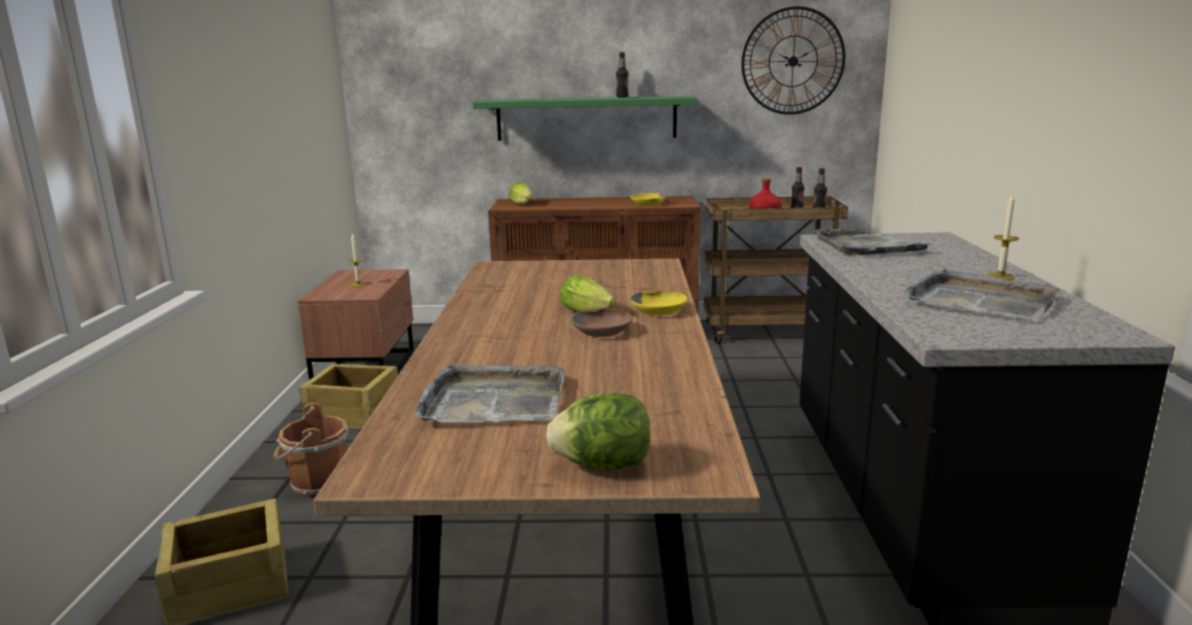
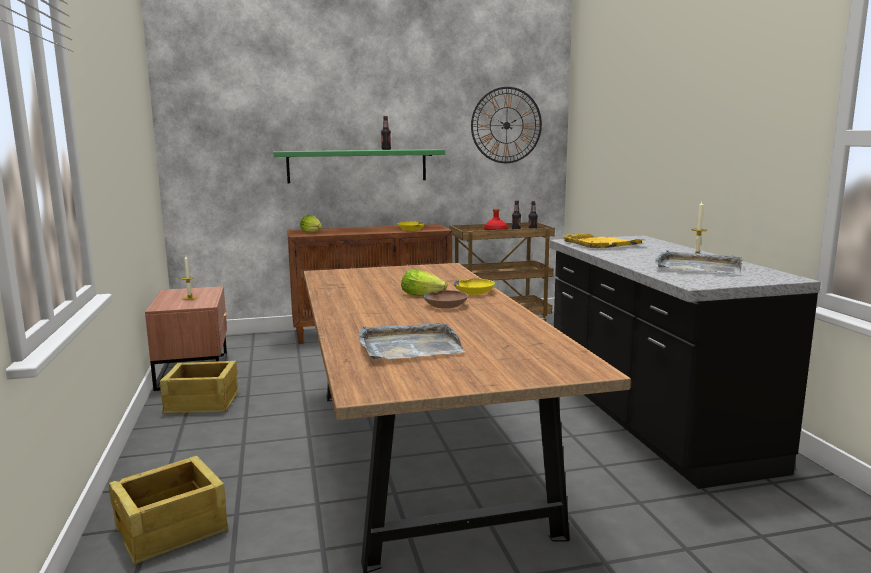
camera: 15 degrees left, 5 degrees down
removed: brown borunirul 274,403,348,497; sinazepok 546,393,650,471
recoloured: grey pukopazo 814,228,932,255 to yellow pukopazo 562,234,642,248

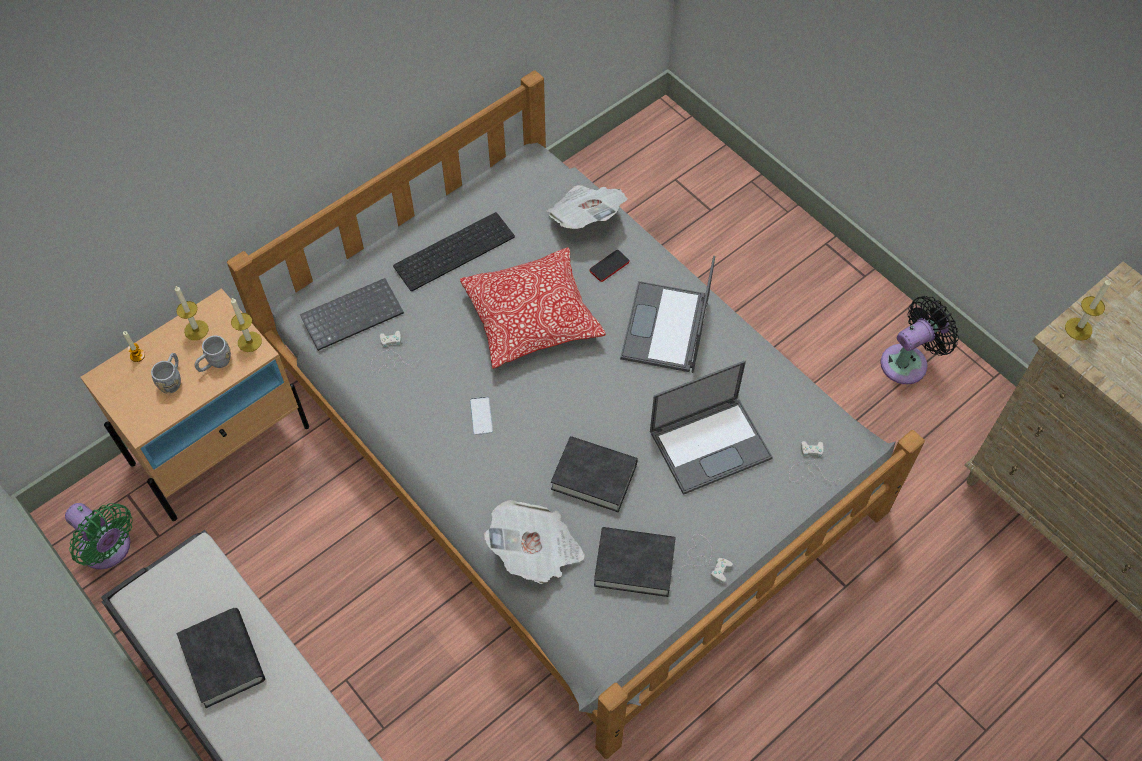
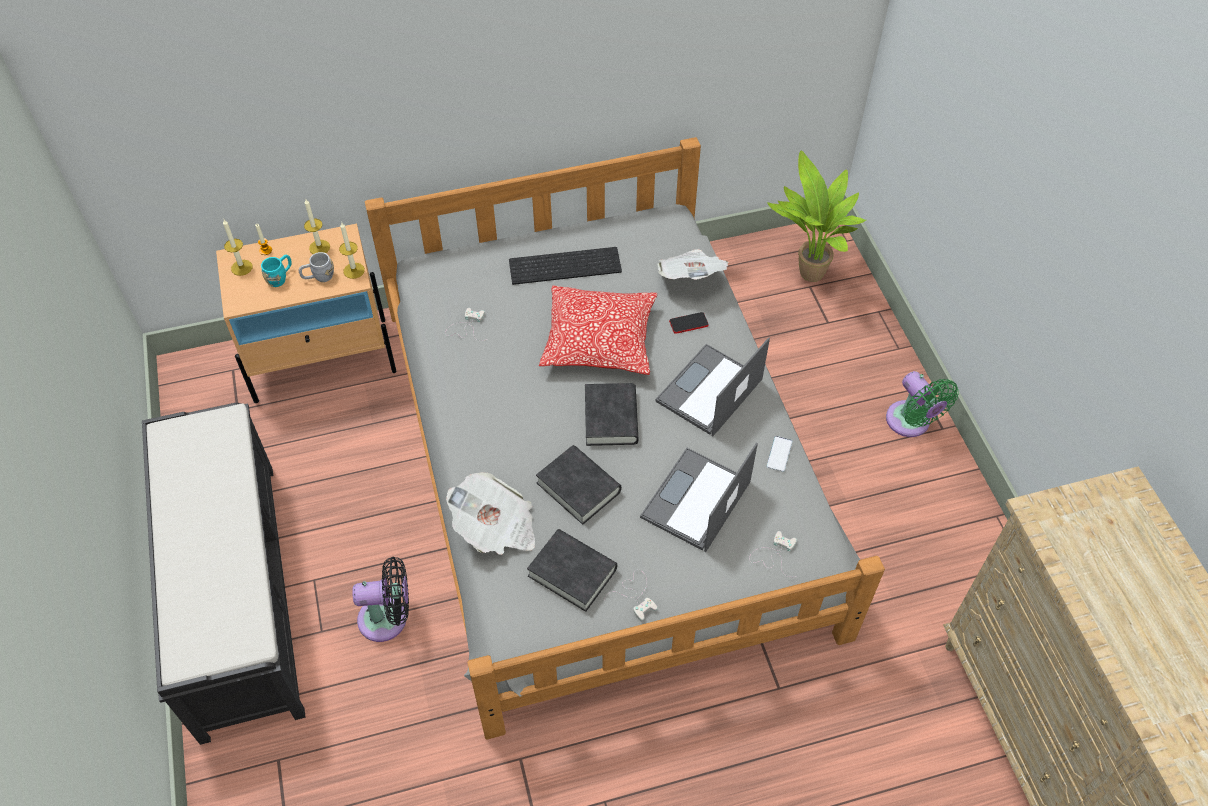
camera: 25 degrees right, 5 degrees down
removed: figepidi 300,278,404,351
added: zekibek 767,151,866,282
moved: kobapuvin 1065,278,1111,341 to 223,220,252,276; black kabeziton 880,296,959,384 to 352,557,409,642; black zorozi 177,608,265,708 to 585,383,638,446; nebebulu 470,397,493,435 to 767,436,792,472; green kabeziton 65,503,133,569 to 886,371,959,437
recoloured: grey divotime 151,353,181,394 to turquoise divotime 261,255,292,287
turned: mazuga 650,361,773,495 = 640,443,758,552 120 degrees clockwise

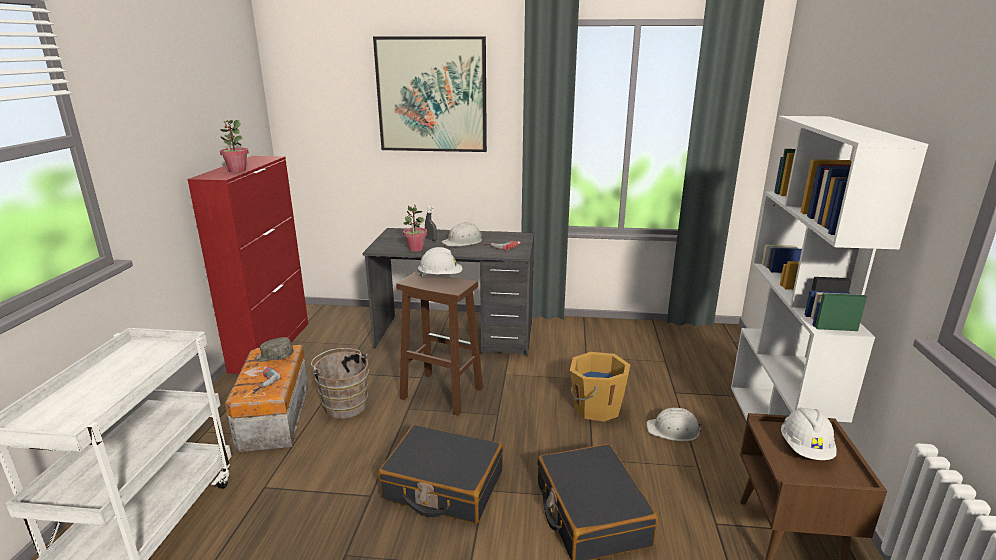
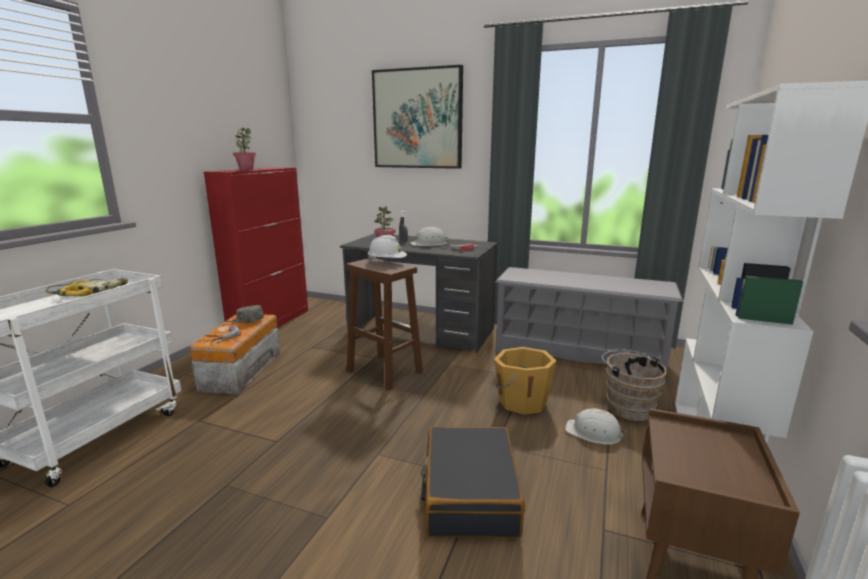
camera: 15 degrees right, 5 degrees down
removed: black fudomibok 378,424,503,524; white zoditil 781,407,837,460
added: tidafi 46,278,128,296; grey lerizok 495,267,684,378
moved: brown borunirul 311,348,369,419 to 602,349,667,421

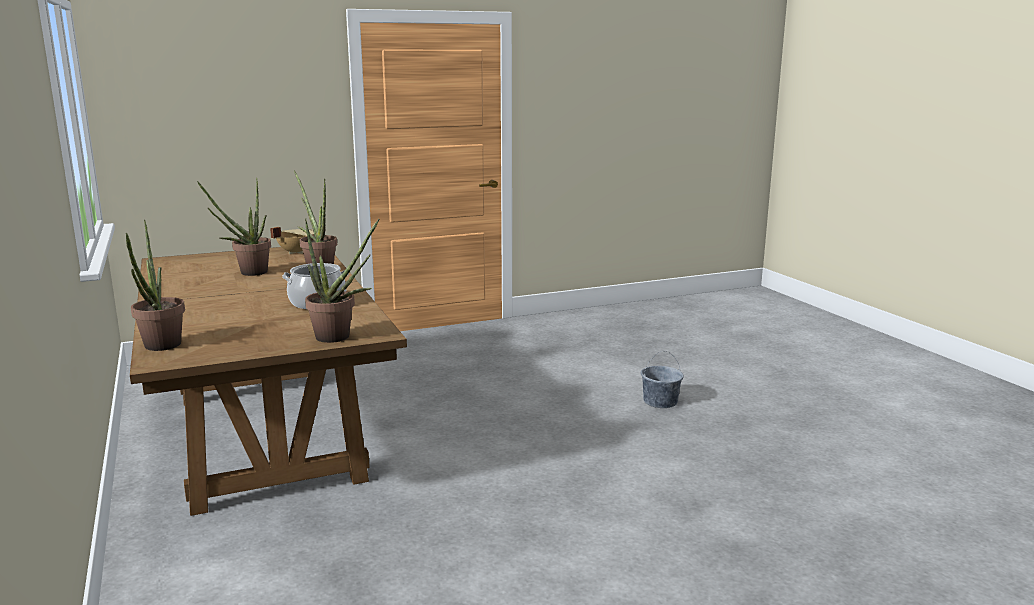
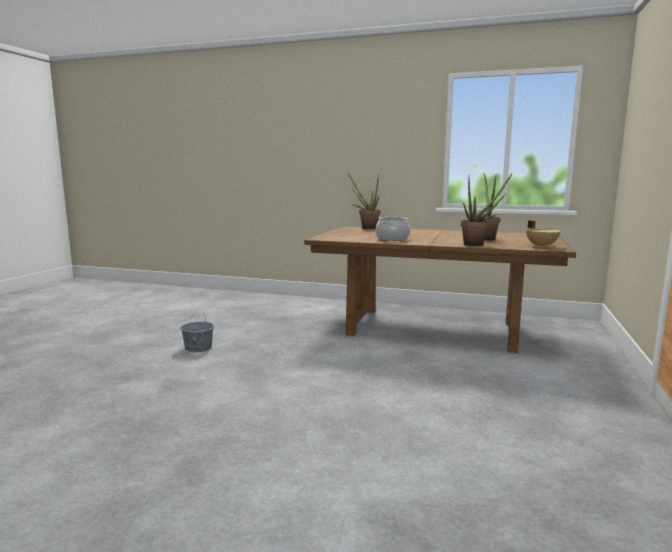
camera: 130 degrees right, 5 degrees down
removed: zekibek 305,218,379,343
moved: grey borunirul 641,351,684,408 to 180,309,214,353

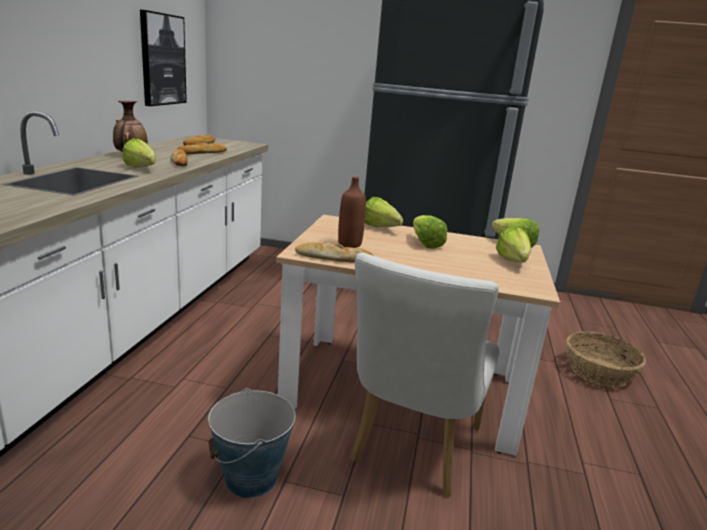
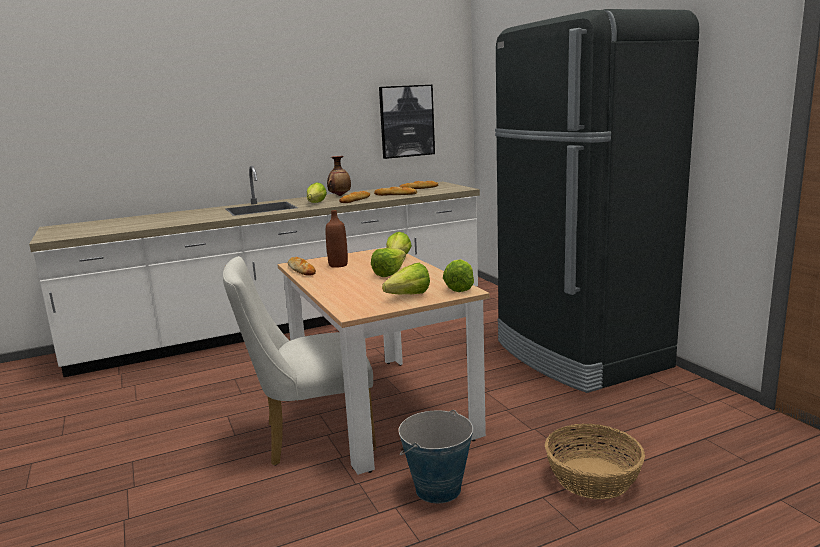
camera: 55 degrees right, 5 degrees down
moved: borunirul 208,388,295,498 to 399,410,473,503

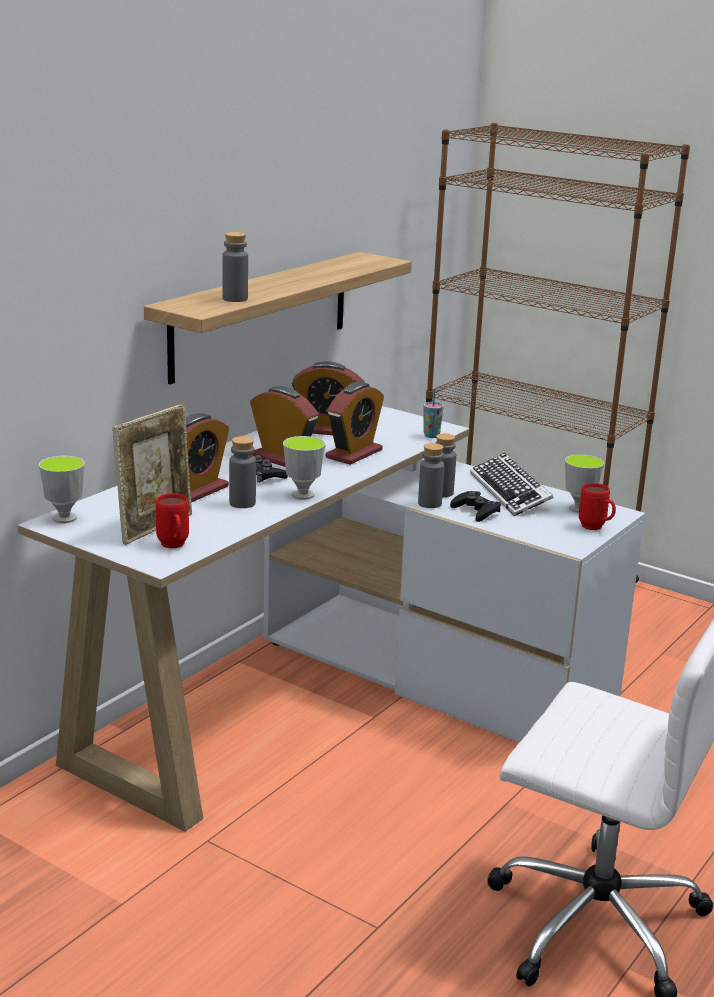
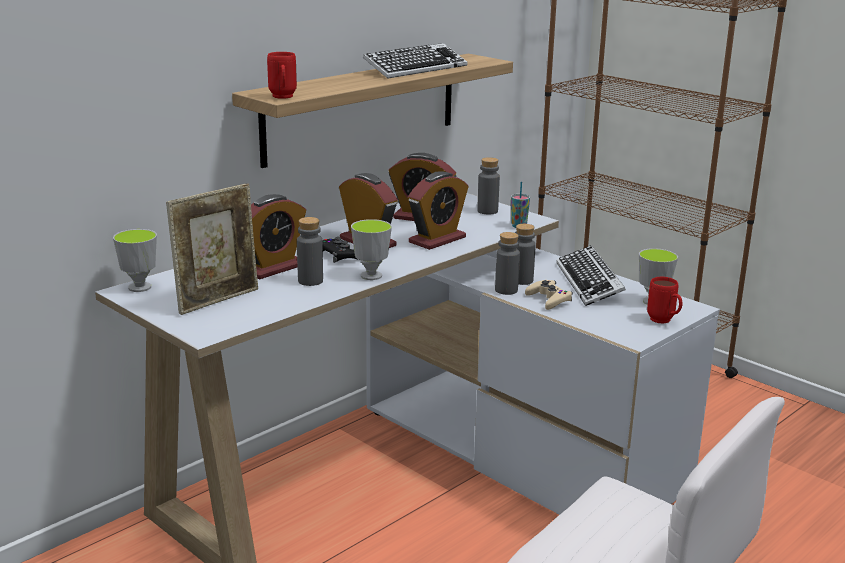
camera: 10 degrees right, 0 degrees up
added: figepidi 363,43,467,78
moved: red divotime 156,493,189,548 to 267,52,297,98; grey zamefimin 222,232,248,302 to 477,157,500,215
recoloured: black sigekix 450,491,501,522 to beige sigekix 525,280,573,310

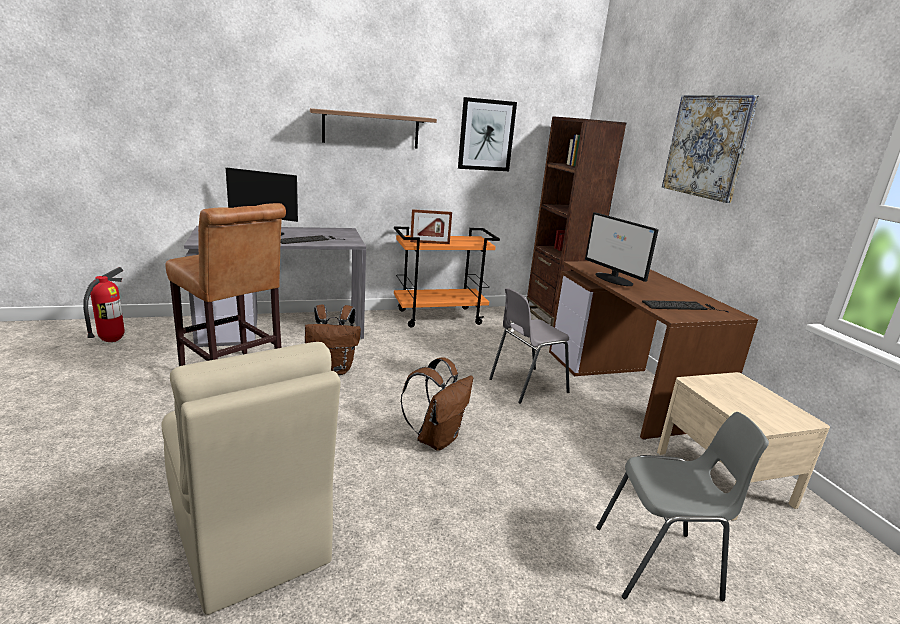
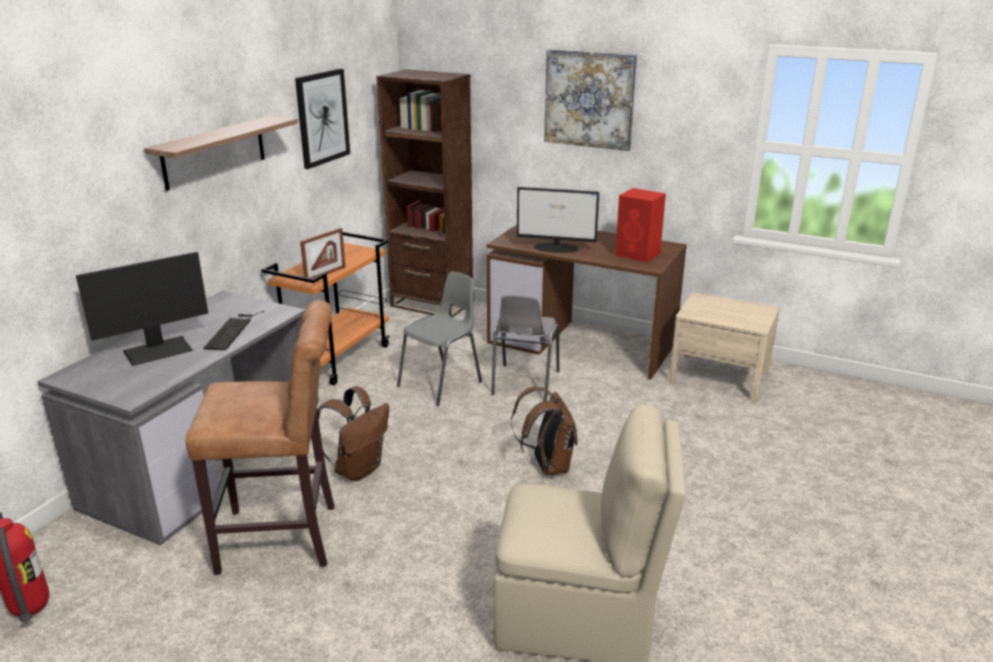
camera: 45 degrees left, 5 degrees up
moved: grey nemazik 596,412,769,601 to 397,271,482,406
replaced: figepidi 642,300,729,312 to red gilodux 615,188,666,262

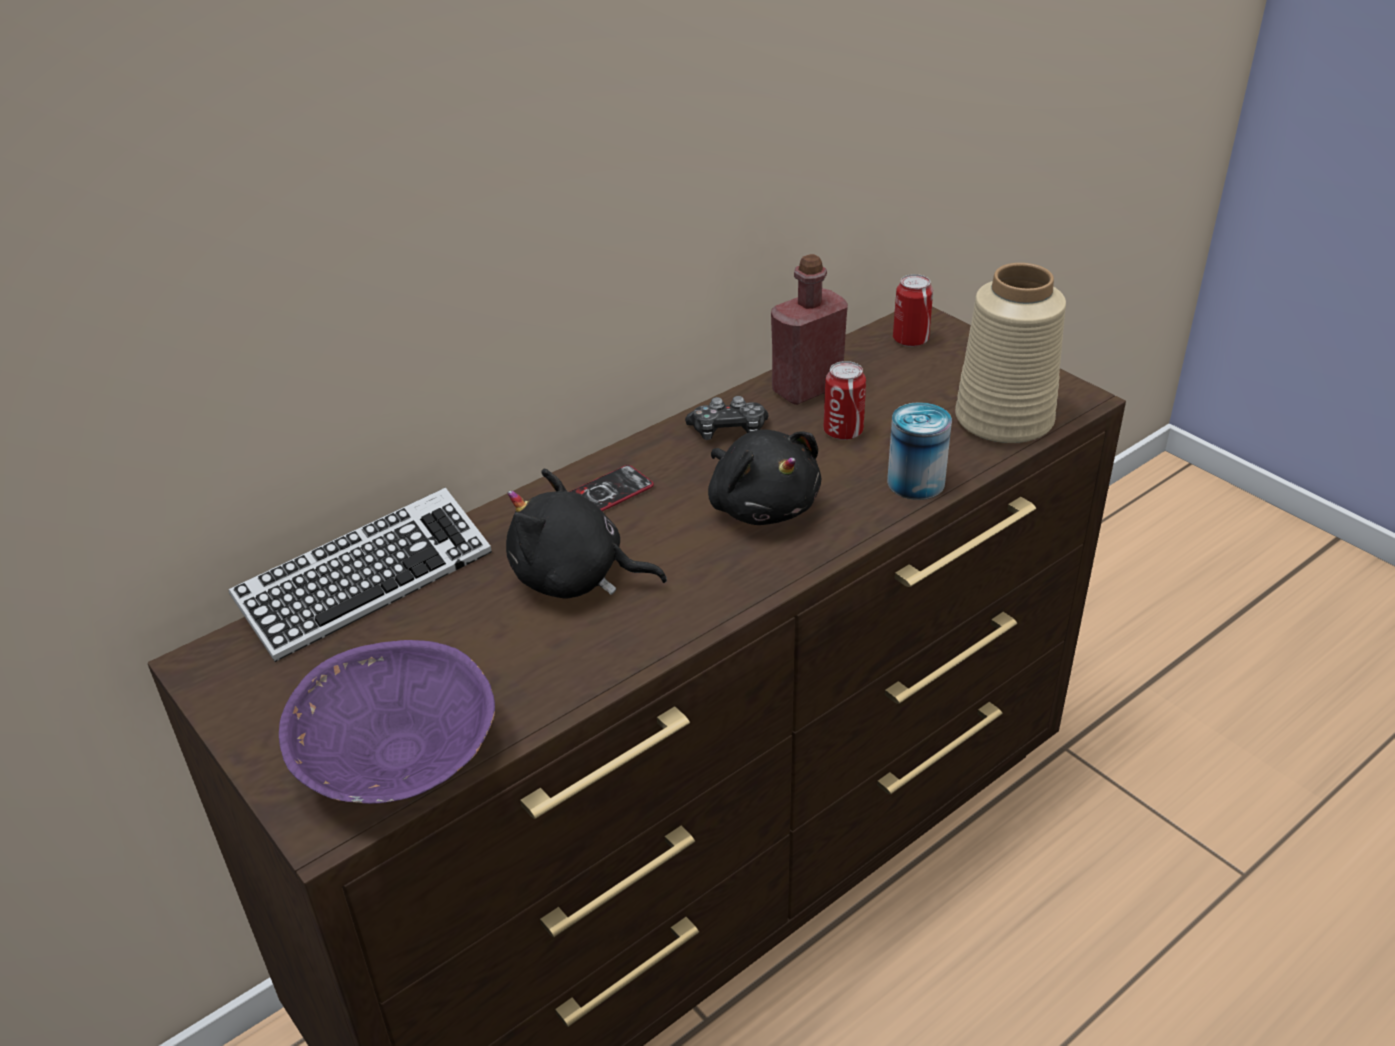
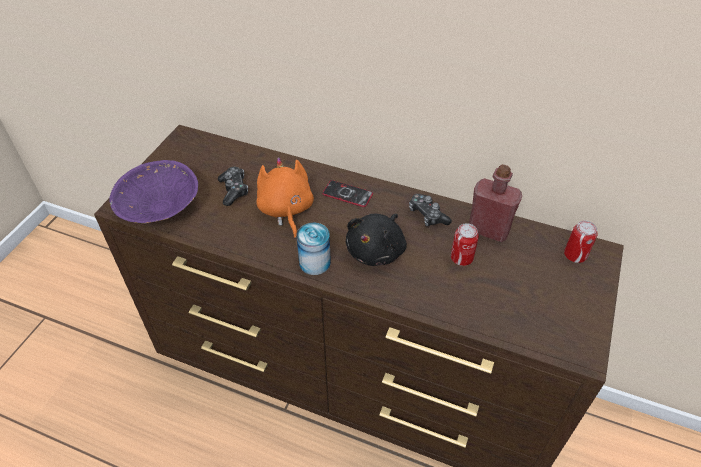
camera: 60 degrees right, 10 degrees up
removed: figepidi 228,487,492,662; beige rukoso 955,263,1066,444
added: sigekix 218,167,248,206
moved: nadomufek 887,402,952,500 to 297,223,331,275
recoloured: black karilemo 506,469,667,599 to orange karilemo 256,157,314,239

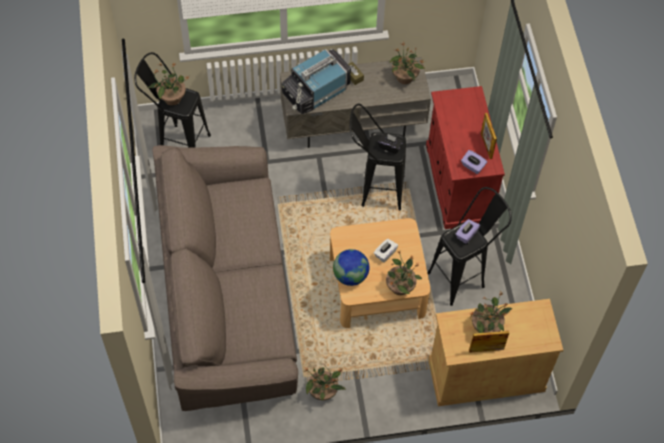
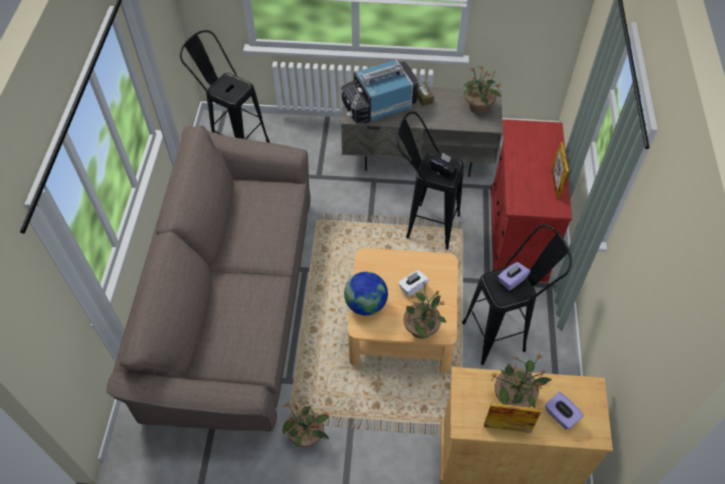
camera: 15 degrees right, 5 degrees down
removed: zekibek 148,62,189,106
moved: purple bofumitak 461,150,487,174 to 545,392,584,429

